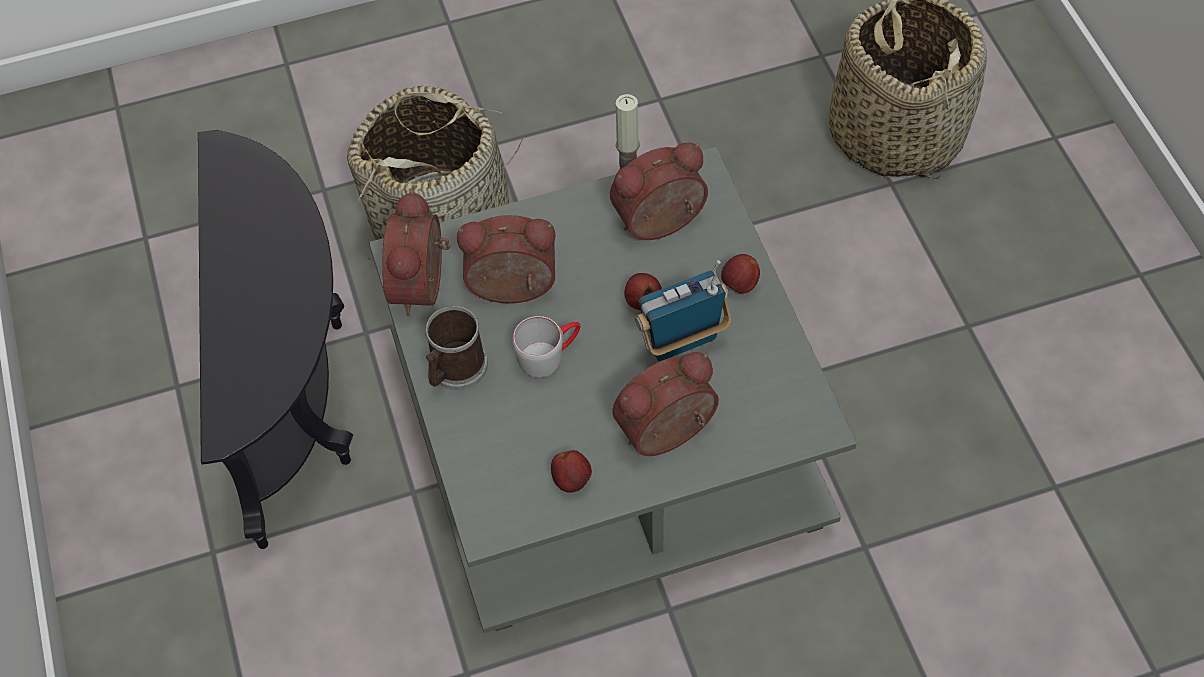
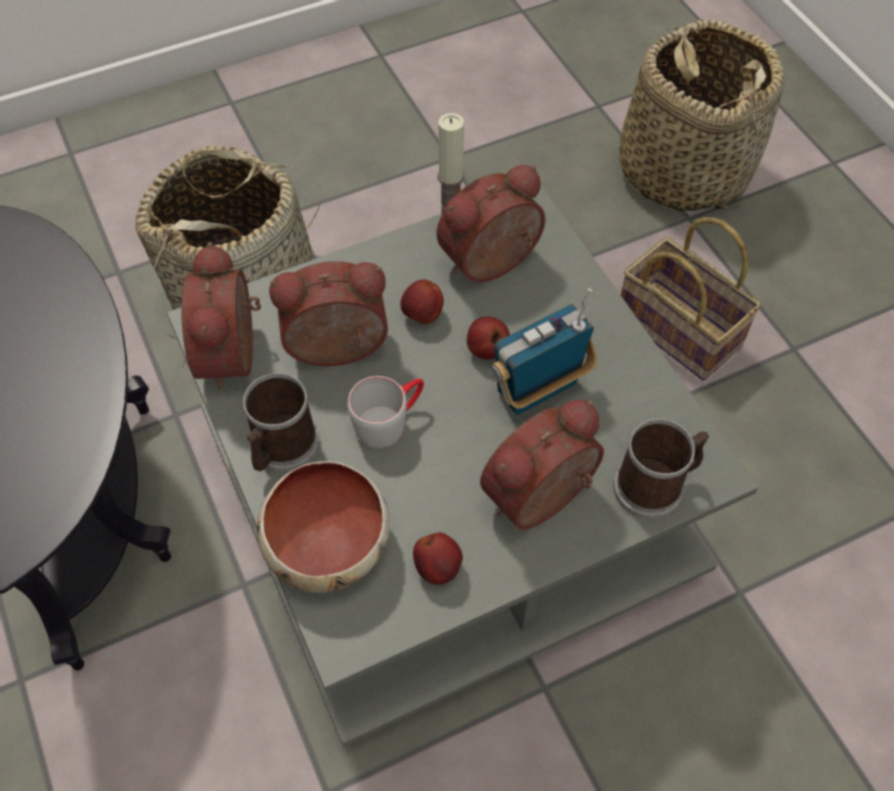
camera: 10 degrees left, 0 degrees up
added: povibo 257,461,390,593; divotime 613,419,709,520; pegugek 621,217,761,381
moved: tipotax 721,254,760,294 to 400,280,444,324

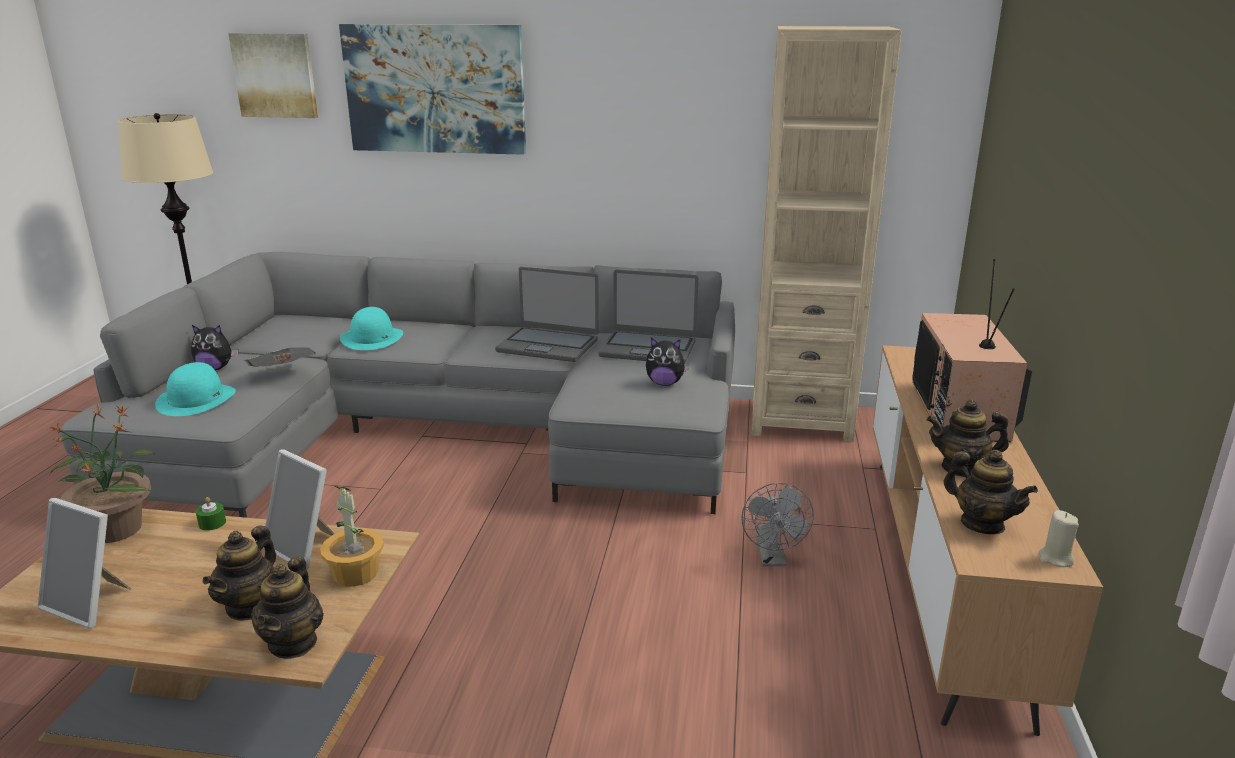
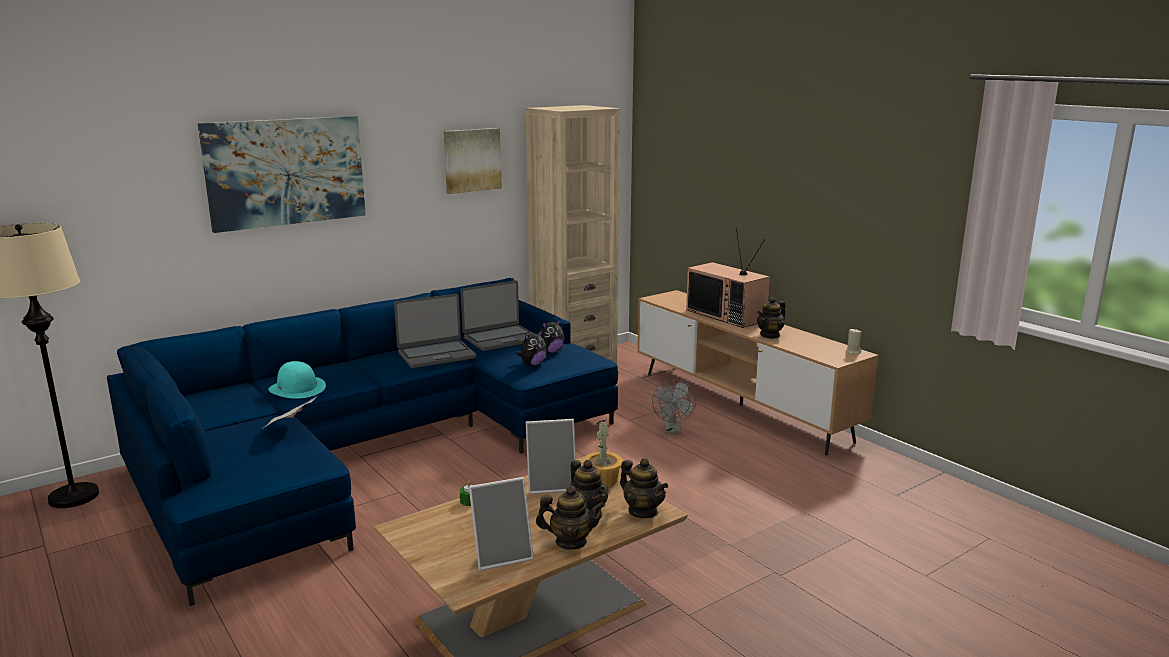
camera: 45 degrees left, 5 degrees down
removed: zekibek 47,404,154,543; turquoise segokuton 155,362,235,416
moved: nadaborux 228,33,318,118 to 444,128,502,194; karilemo 191,325,238,370 to 516,330,547,366; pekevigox 943,450,1038,534 to 536,486,605,550
recoloured: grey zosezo 60,252,735,518 to blue zosezo 107,278,618,606
turned: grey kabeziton 742,483,814,566 = 652,379,696,434 45 degrees clockwise

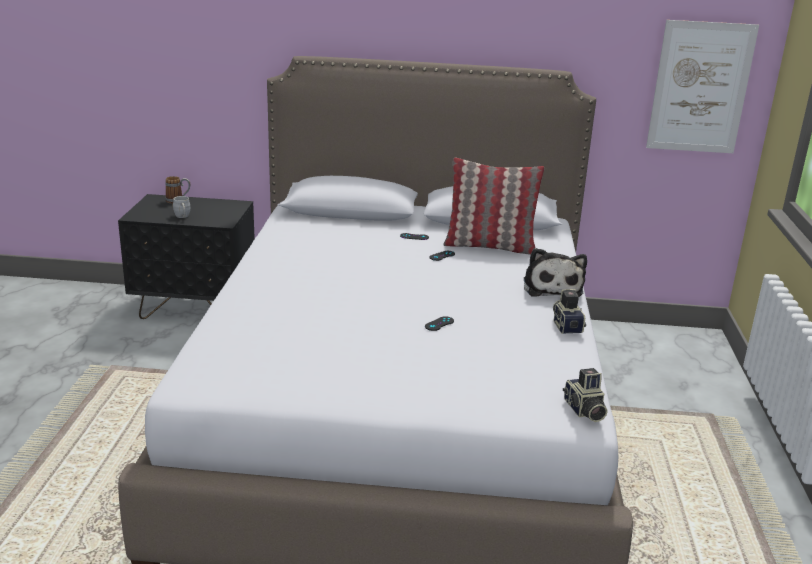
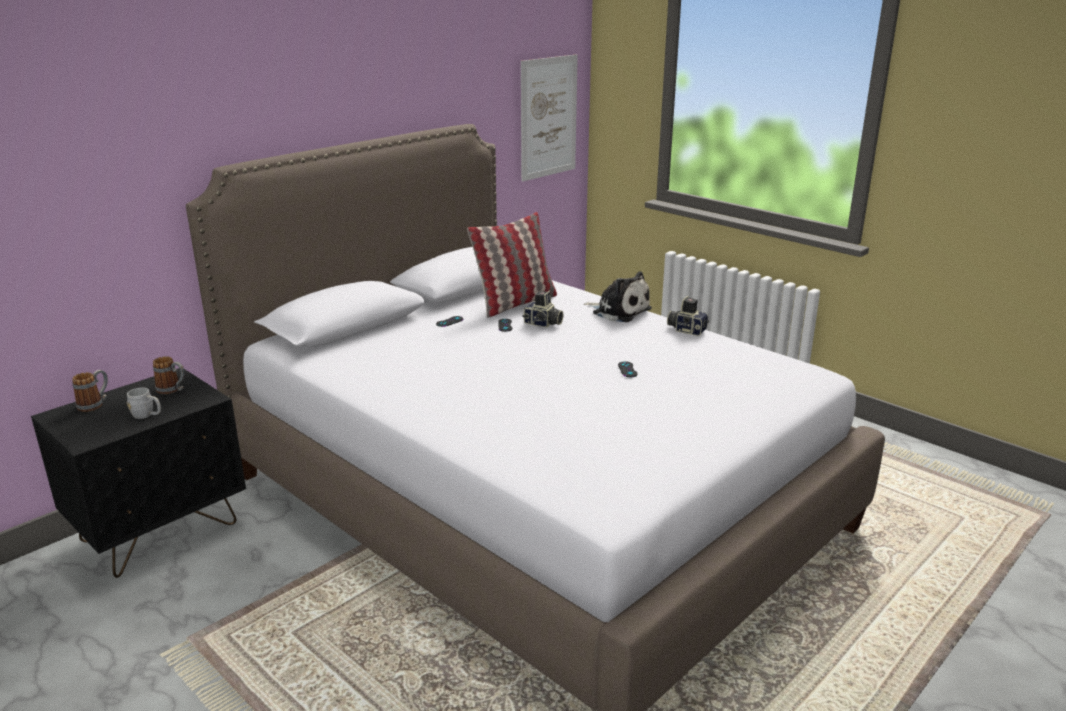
camera: 50 degrees left, 0 degrees up
added: divotime 153,356,185,394
moved: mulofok 563,368,608,422 to 522,291,563,327

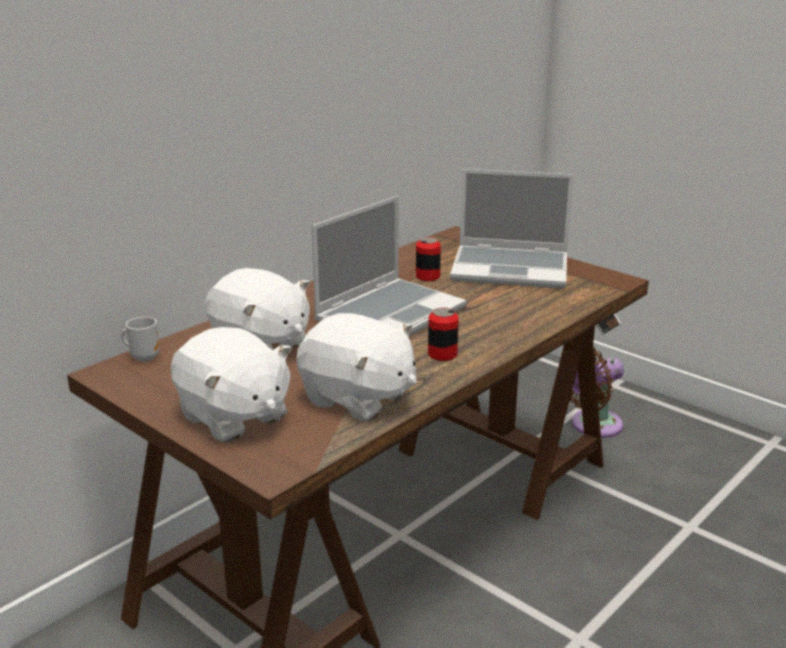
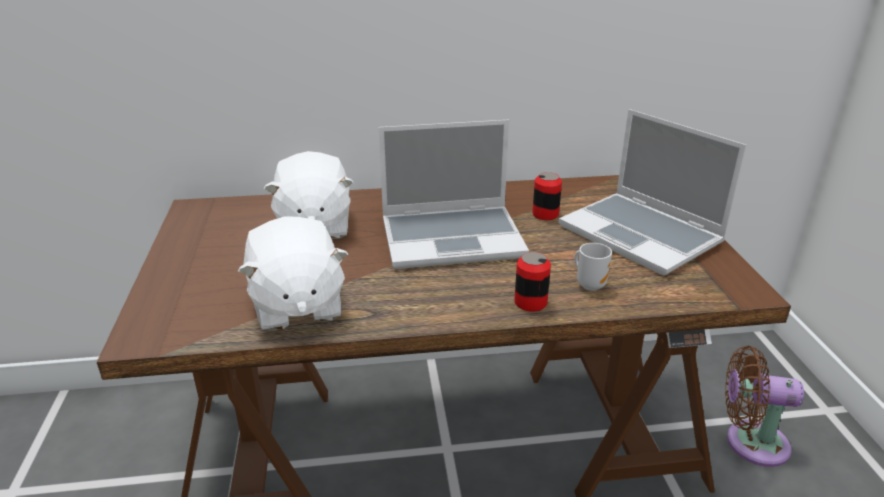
camera: 40 degrees right, 5 degrees up
removed: white karilemo 171,327,292,442
moved: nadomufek 428,308,459,361 to 514,252,551,312; divotime 121,317,159,362 to 574,243,612,291

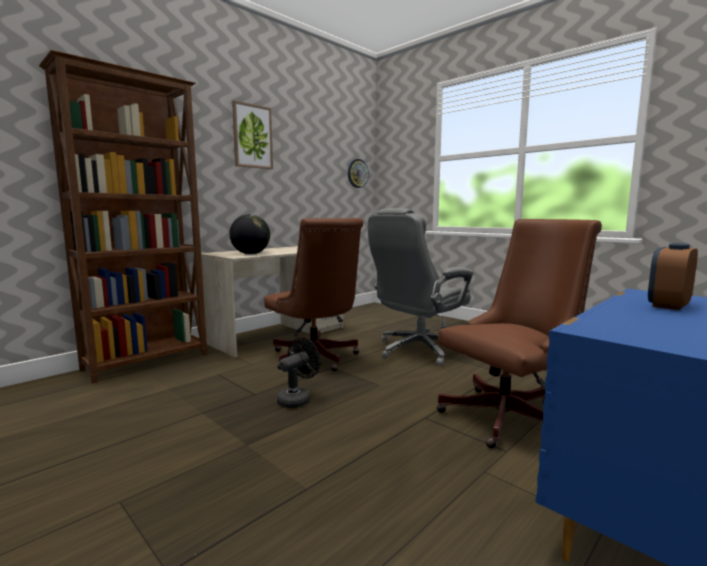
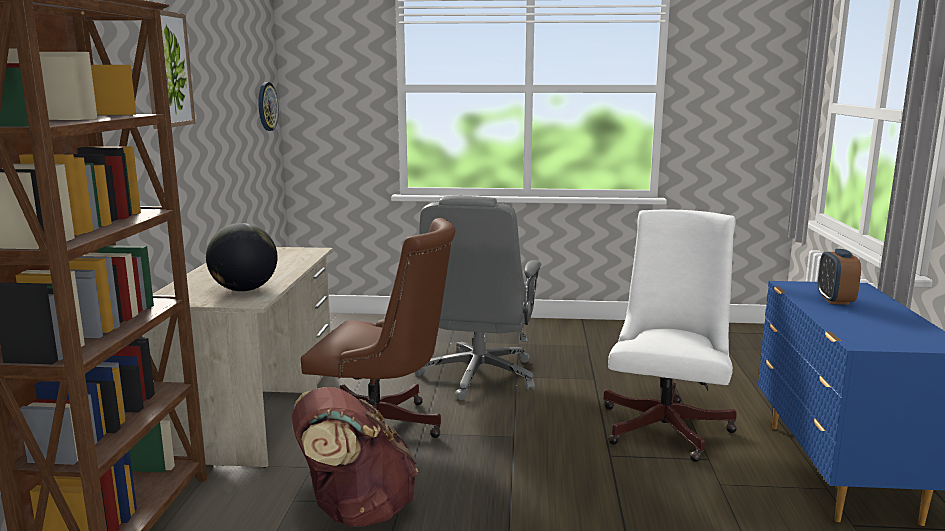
camera: 40 degrees left, 5 degrees up
removed: black kabeziton 277,337,321,408
added: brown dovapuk 291,387,418,527
recoloured: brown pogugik 437,219,602,448 to white pogugik 603,210,737,462

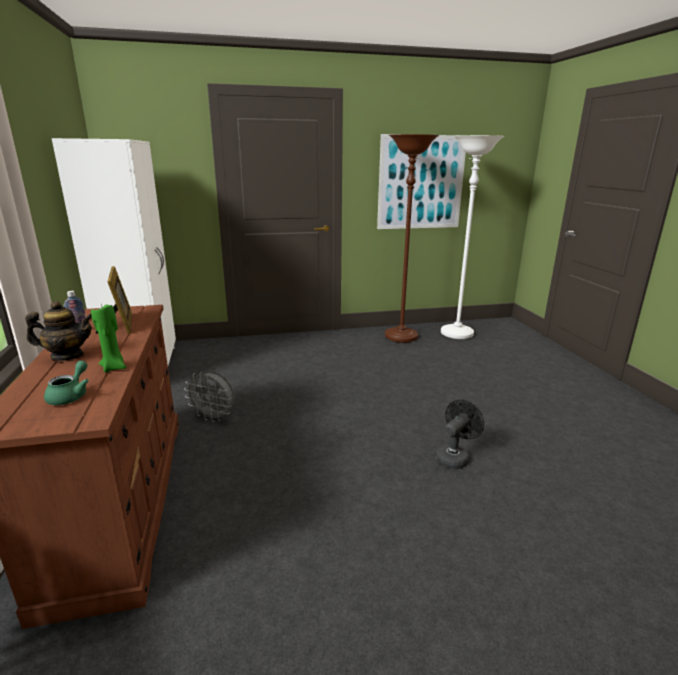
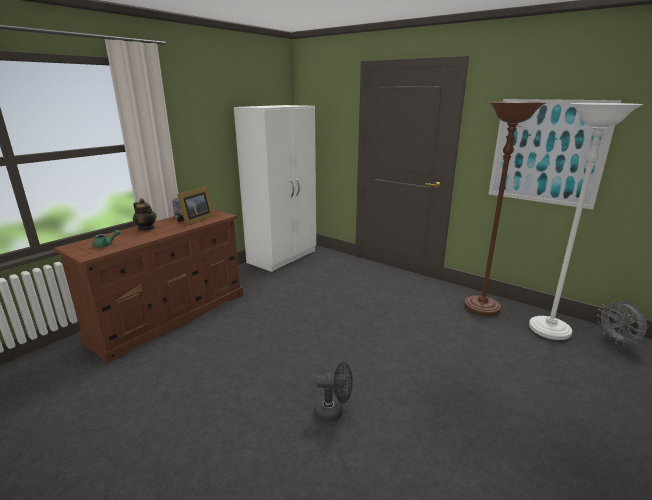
camera: 50 degrees right, 0 degrees up
removed: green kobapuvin 91,304,127,372
moved: grey kabeziton 184,370,235,422 to 597,300,647,346

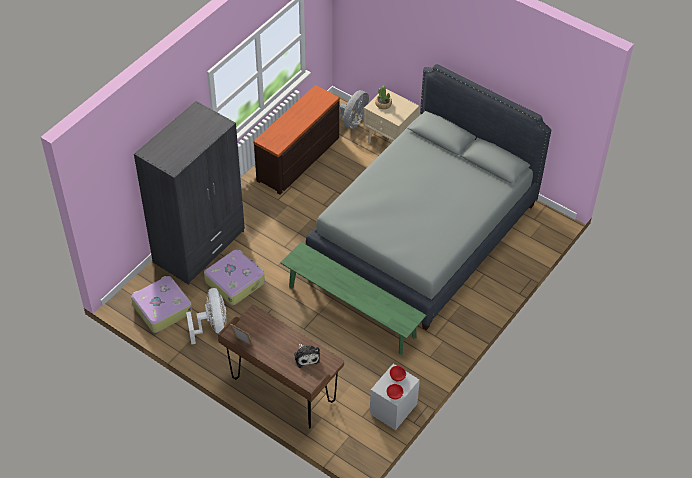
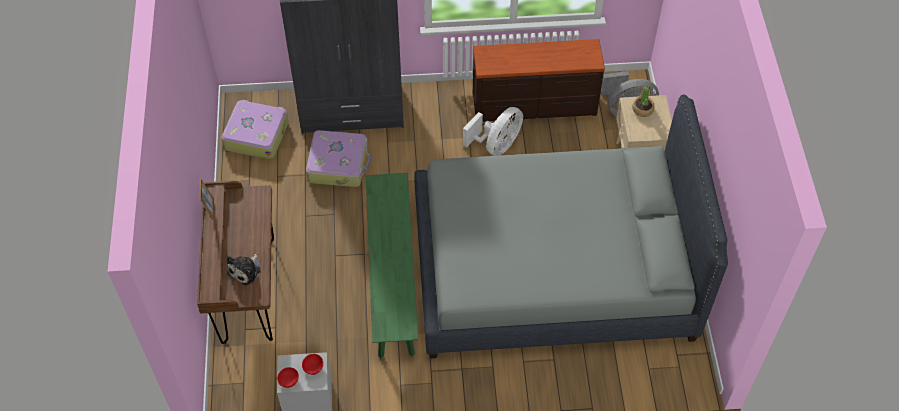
camera: 50 degrees right, 5 degrees up
moved: white kabeziton 186,288,226,345 to 463,107,523,156

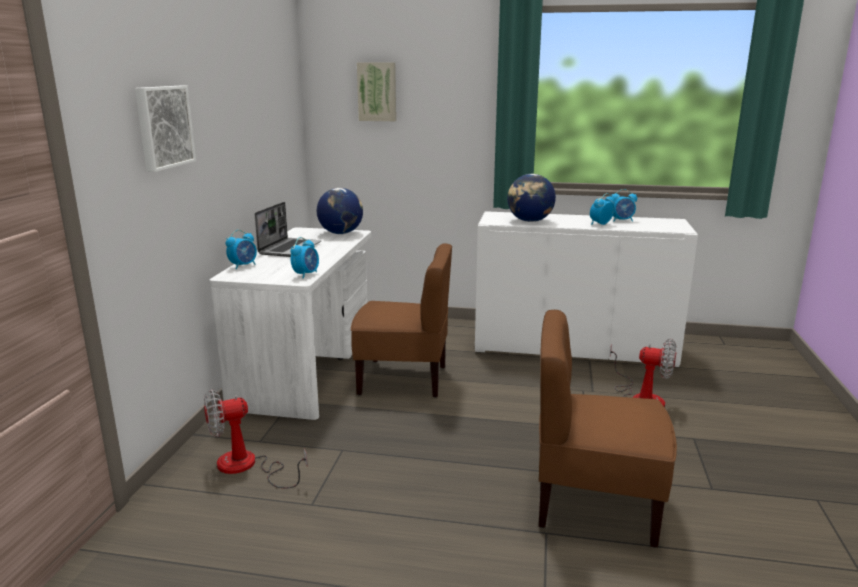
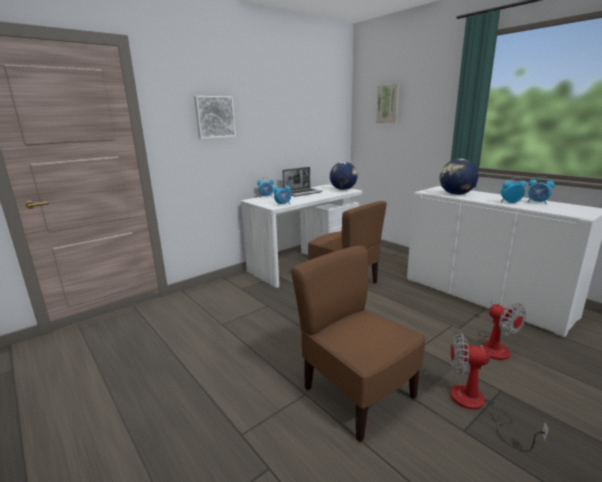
camera: 40 degrees right, 0 degrees up
moved: kabeziton 204,389,308,488 to 450,333,549,452

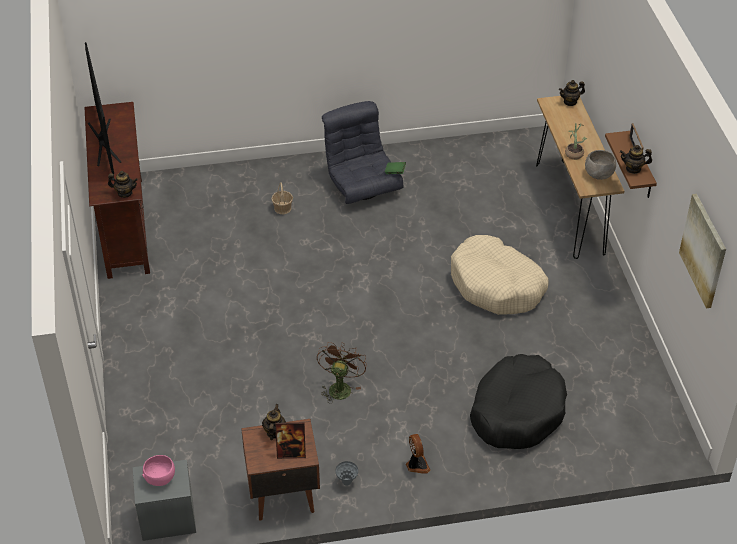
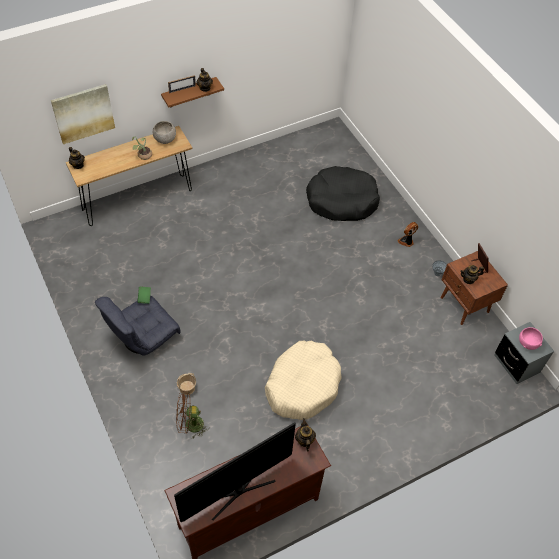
camera: 110 degrees left, 10 degrees up
moved: nadaborux 679,194,726,309 to 51,84,115,144; brown kabeziton 317,342,367,404 to 176,391,209,438; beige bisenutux 451,235,549,315 to 265,341,342,420

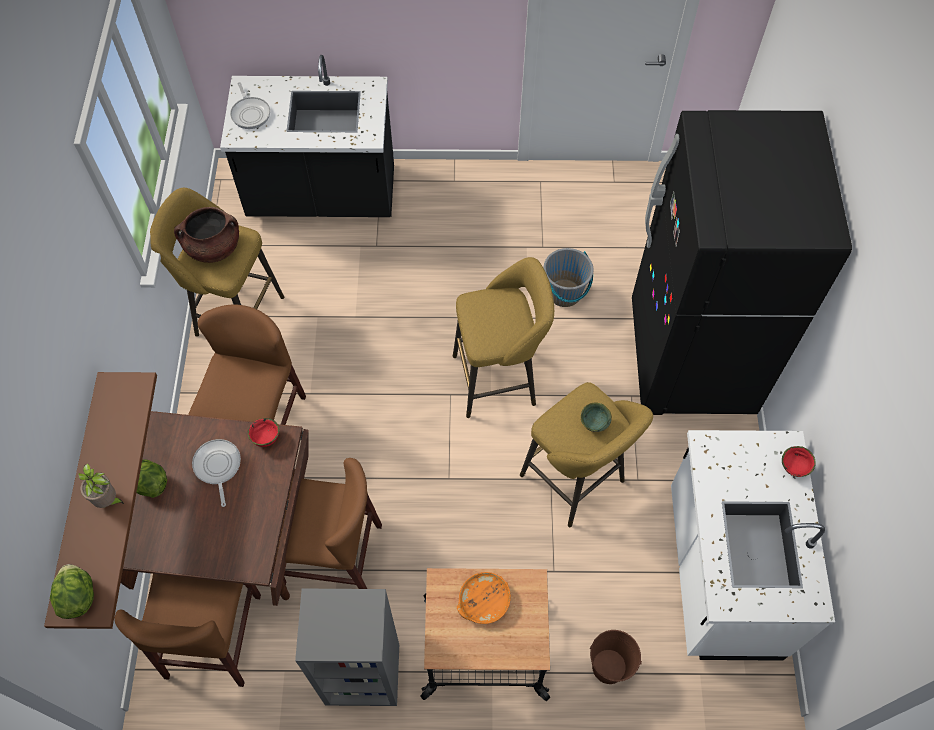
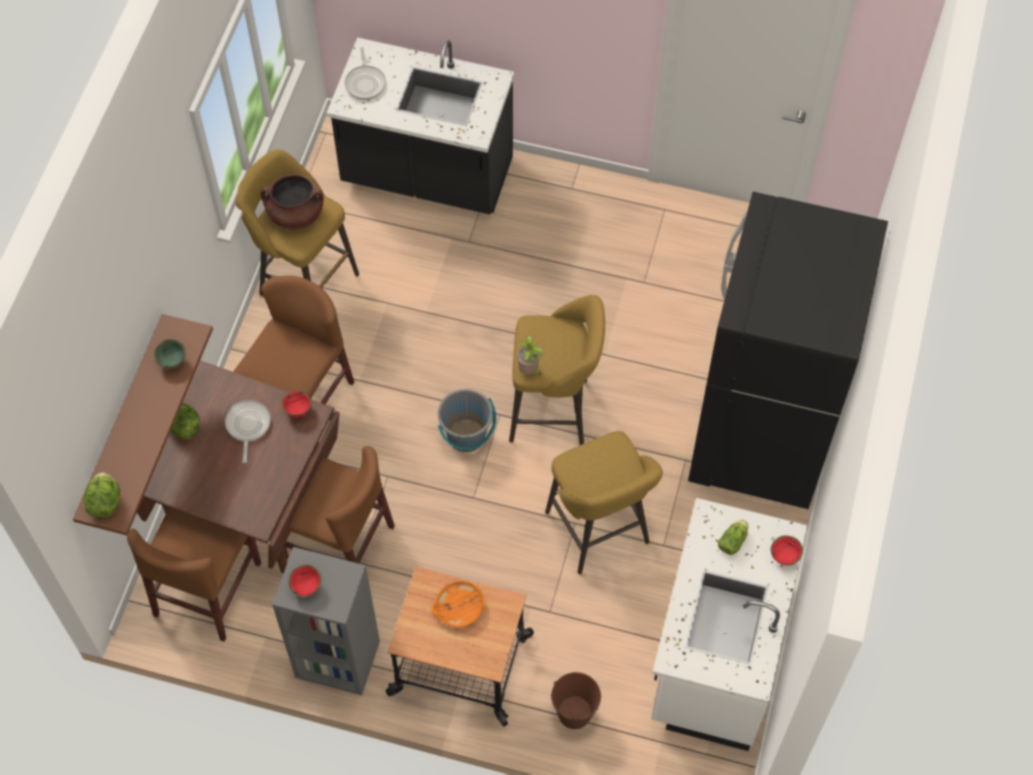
camera: 15 degrees right, 0 degrees up
added: red povibo 289,565,321,597; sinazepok 718,520,748,555
moved: green povibo 581,403,612,432 to 154,339,186,369; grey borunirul 544,248,594,307 to 438,389,496,452; zekibek 78,463,124,508 to 517,335,543,377

